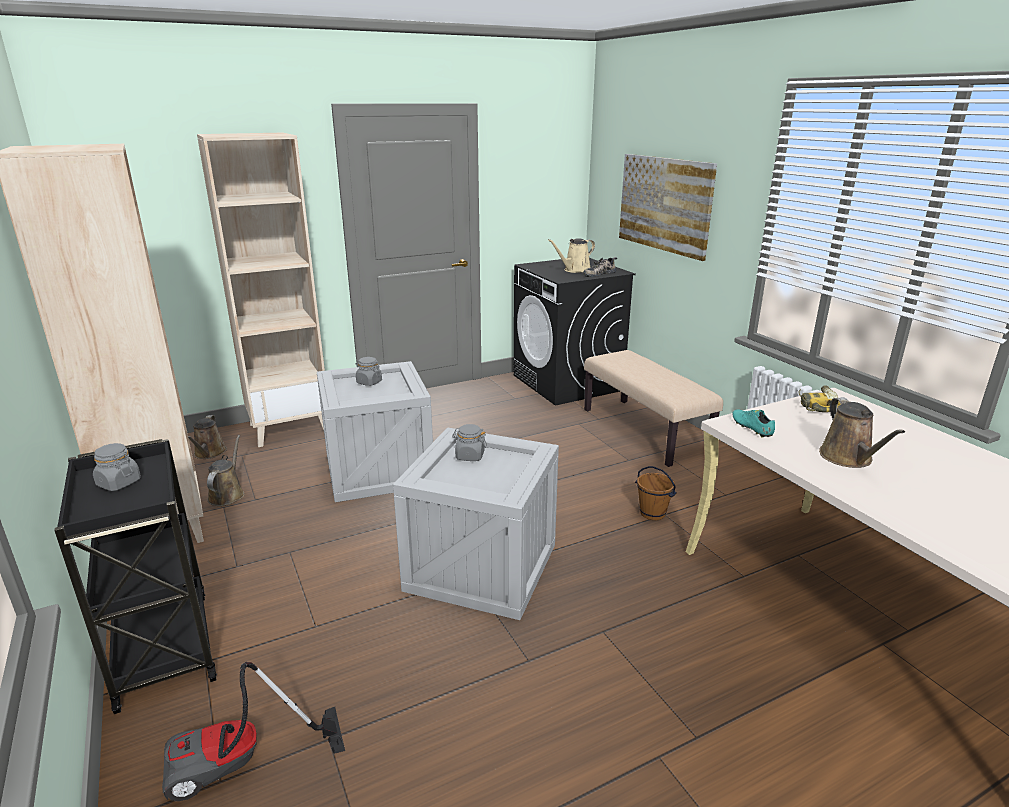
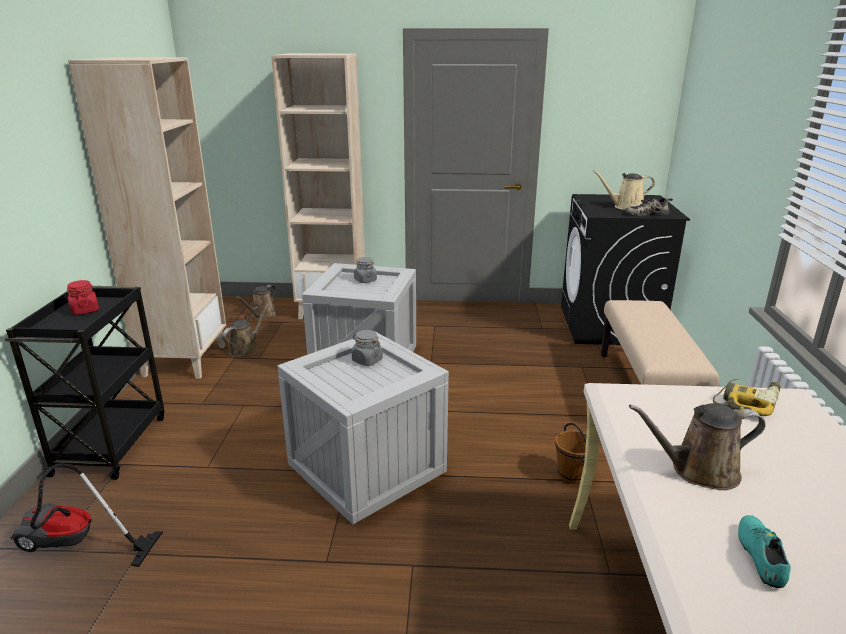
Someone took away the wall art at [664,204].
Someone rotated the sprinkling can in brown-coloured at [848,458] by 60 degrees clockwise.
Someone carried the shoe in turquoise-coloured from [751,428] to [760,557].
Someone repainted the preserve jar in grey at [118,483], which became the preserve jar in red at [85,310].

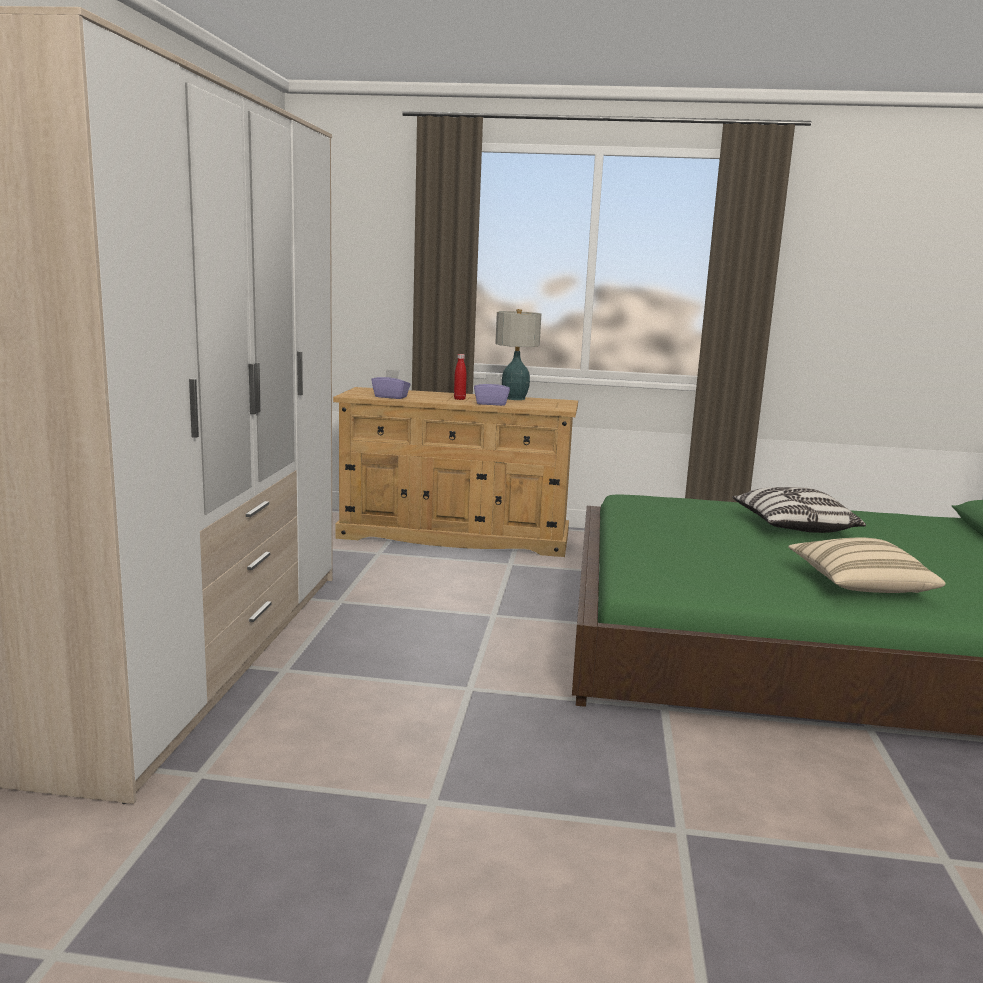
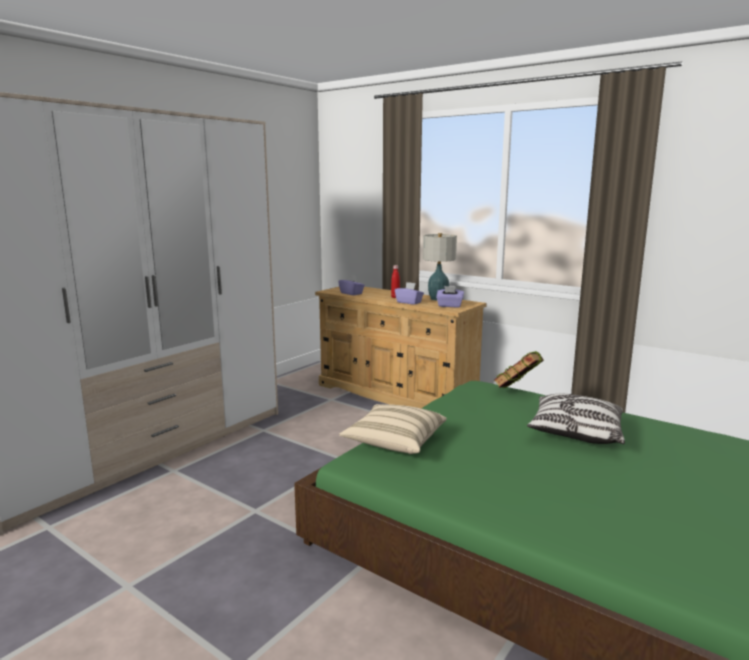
Someone carried the throw pillow in beige-coloured from [859,586] to [394,442].
Someone put down the tissue holder in purple at [449,306].
Someone put down the volume at [517,391].

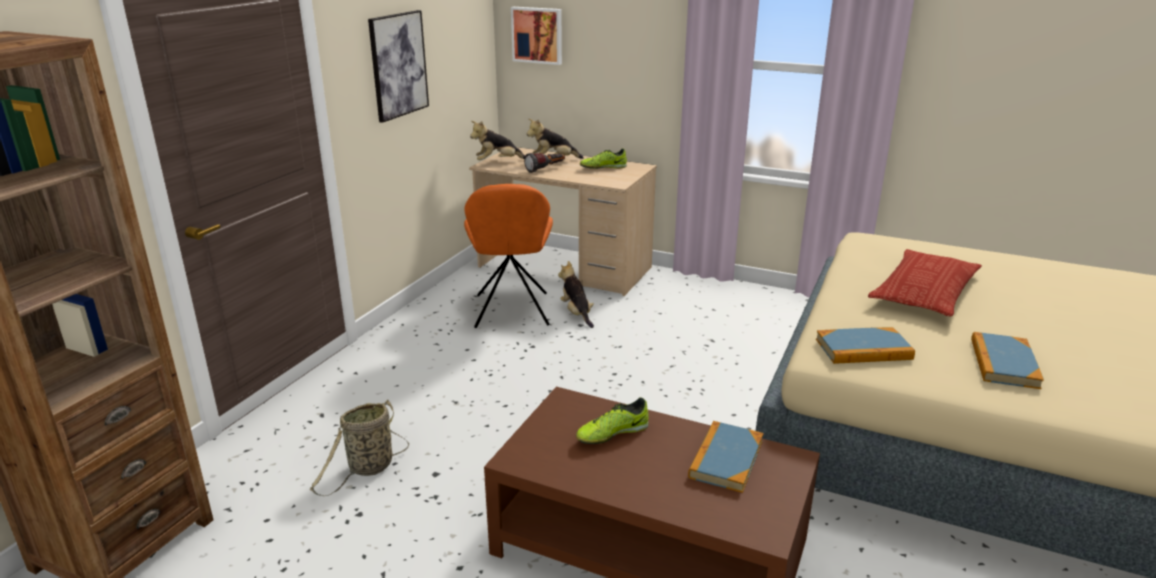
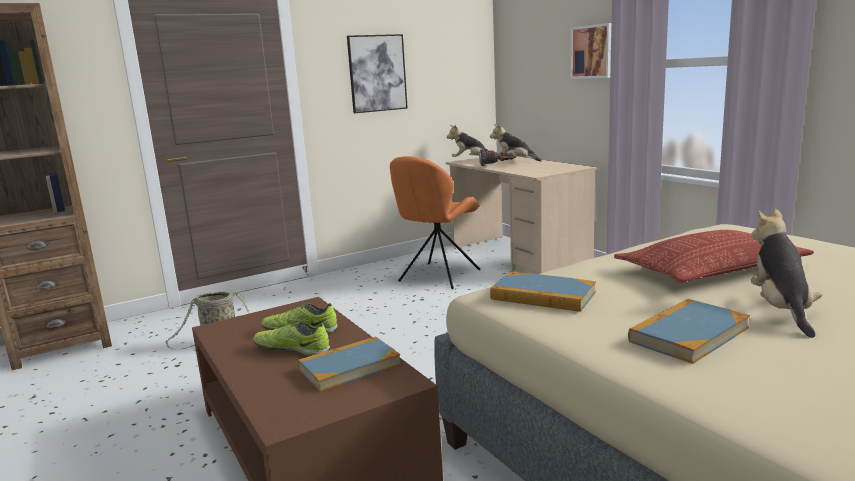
Someone carried the wall art from [537,35] to [593,52].
Someone carried the shoe from [603,168] to [292,349].
Someone carried the soft toy from [576,313] to [781,310].

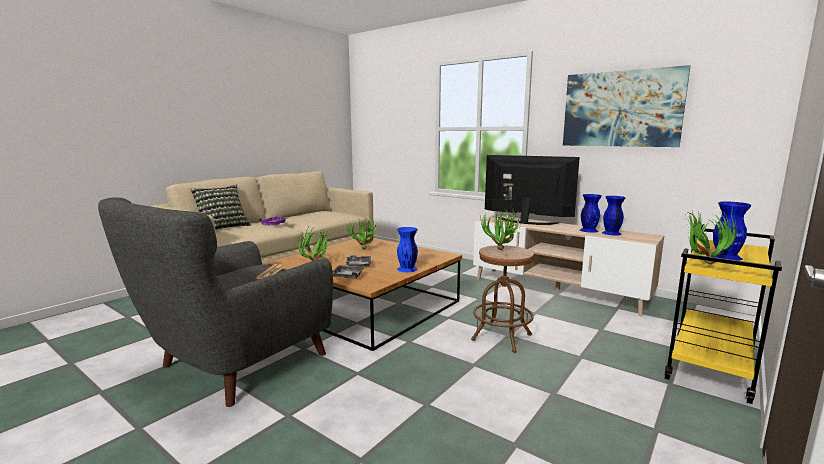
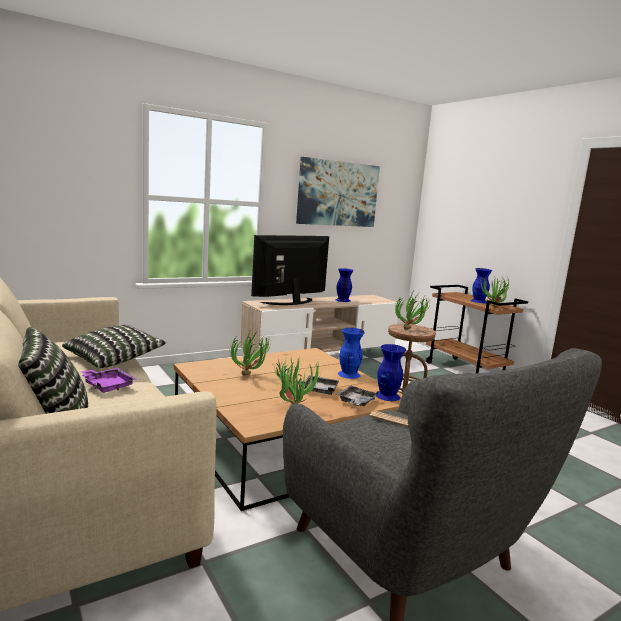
Someone carried the decorative vase in bluish from [611,233] to [387,396].
Someone repainted the trolley in yellowish at [711,368], which became the trolley in brown-coloured at [466,371].
Someone put down the throw pillow at [114,359].

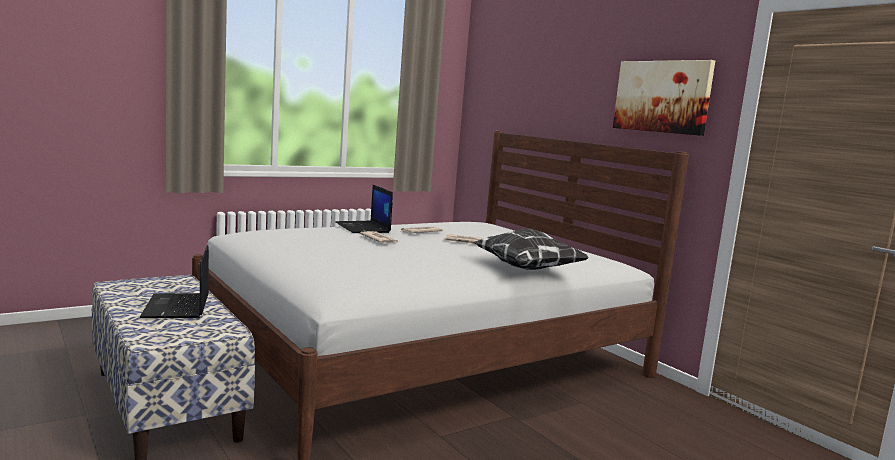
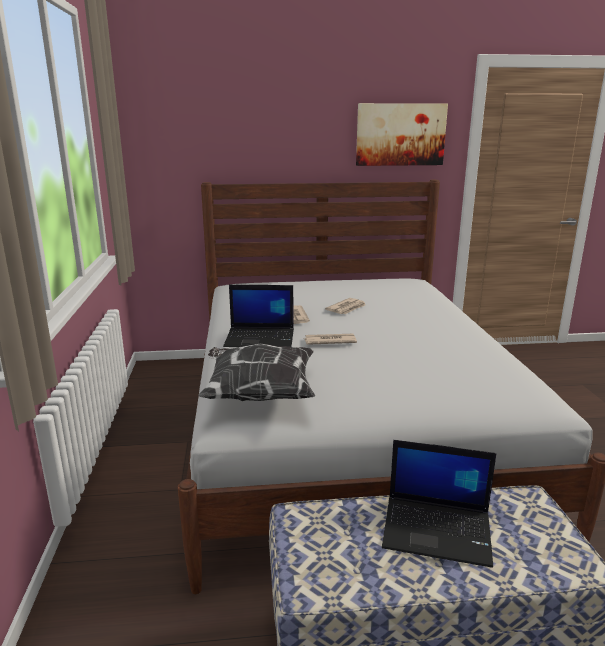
Someone carried the throw pillow from [527,269] to [258,394].

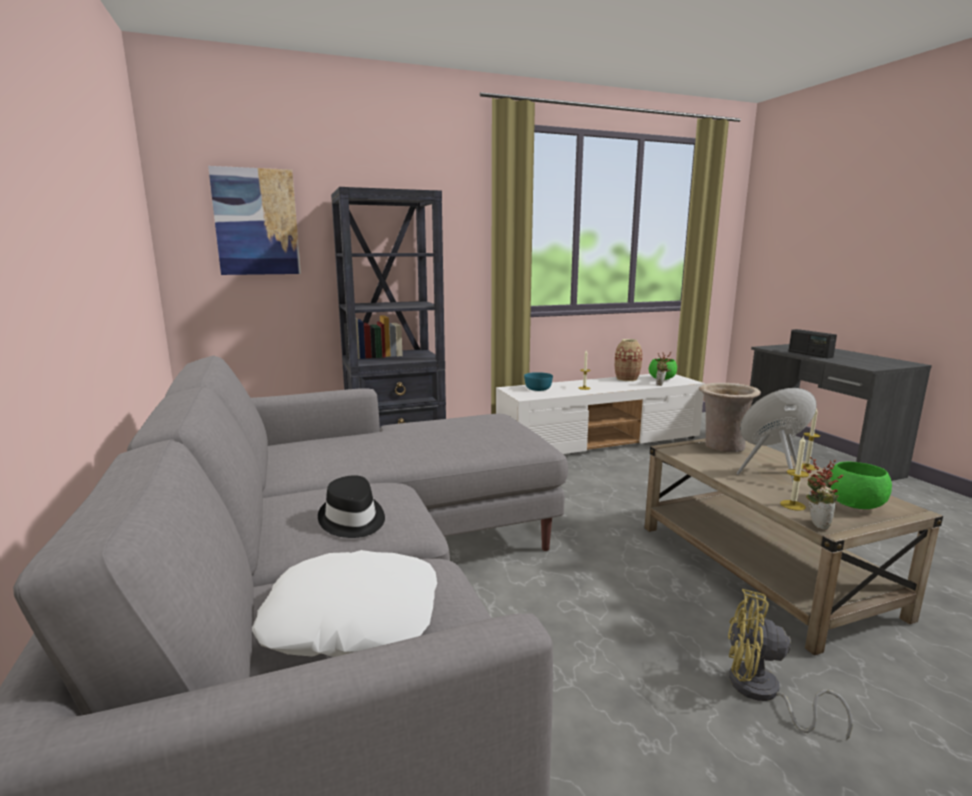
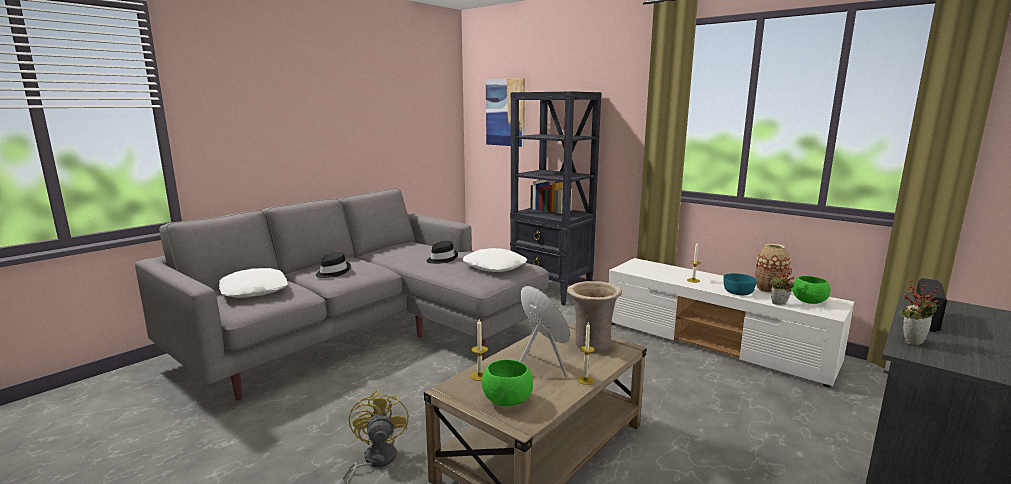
Someone carried the deep dish in turquoise-coloured from [538,389] to [738,292].
Someone carried the potted plant from [815,524] to [912,340].
Someone put down the wearable hat in blackish at [441,259].
Someone put down the throw pillow in white-coloured at [495,266].

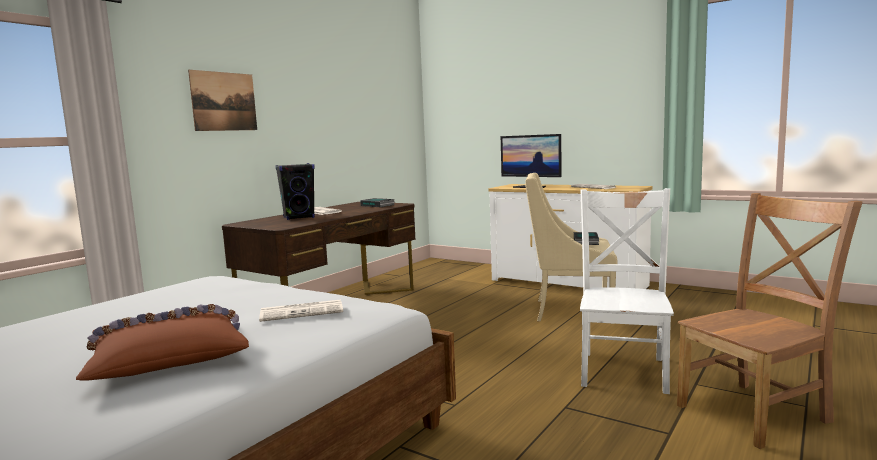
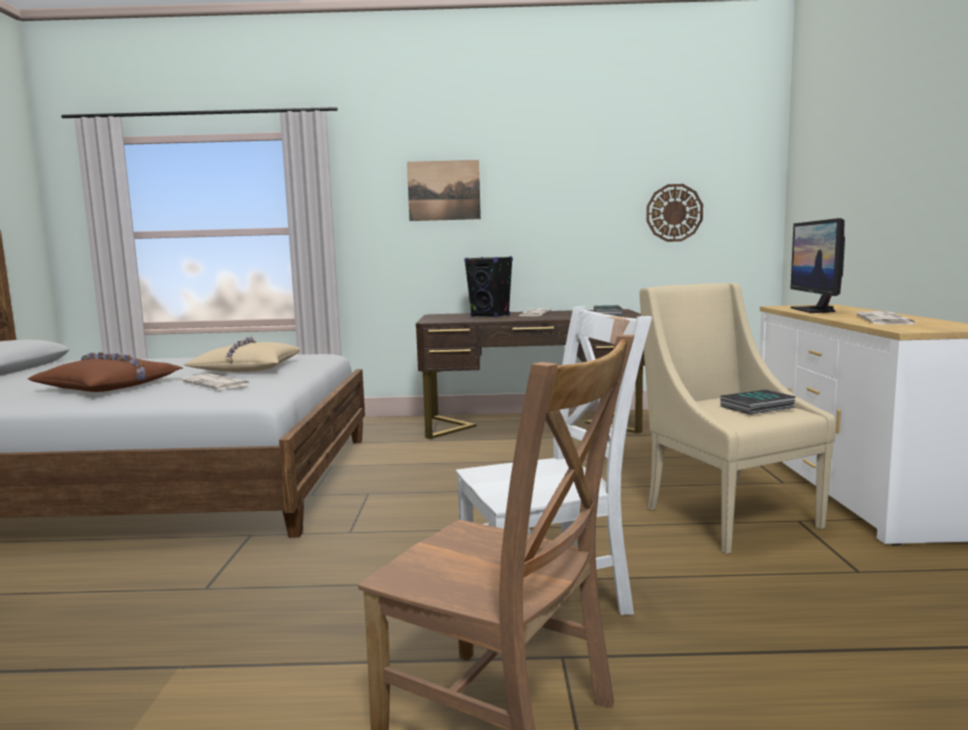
Someone put up the wall clock at [674,213].
Someone put down the throw pillow in beige-coloured at [247,368].

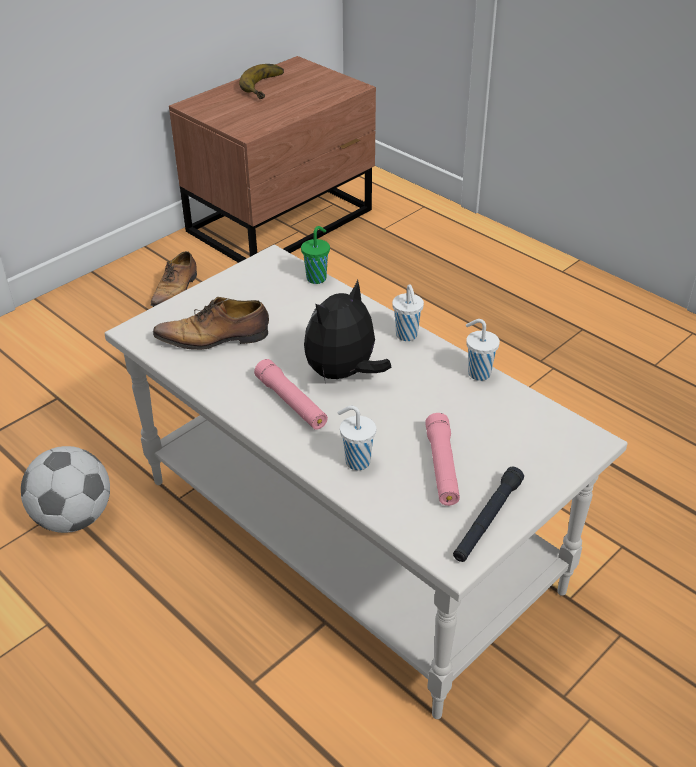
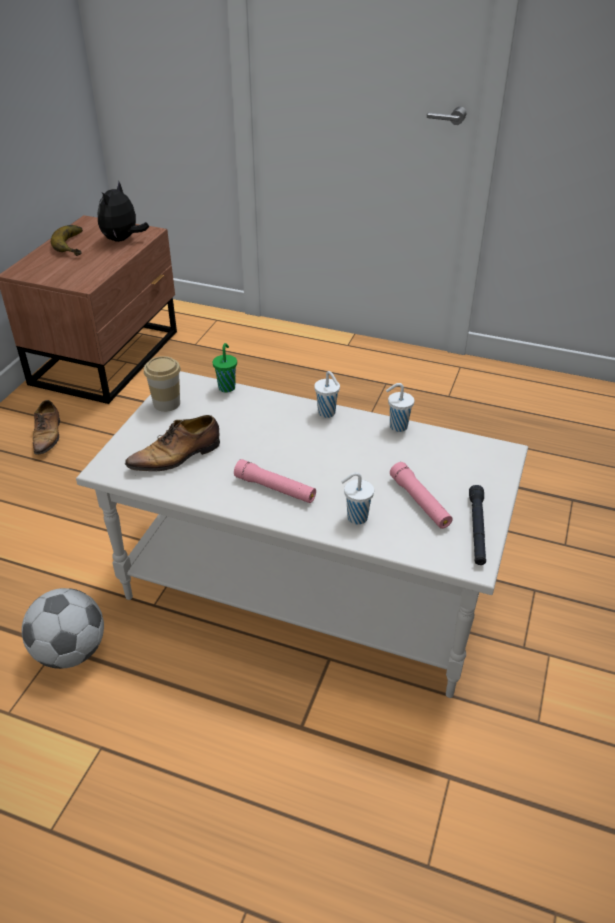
Someone carried the soft toy from [343,374] to [122,240].
Someone put down the cup at [166,403].

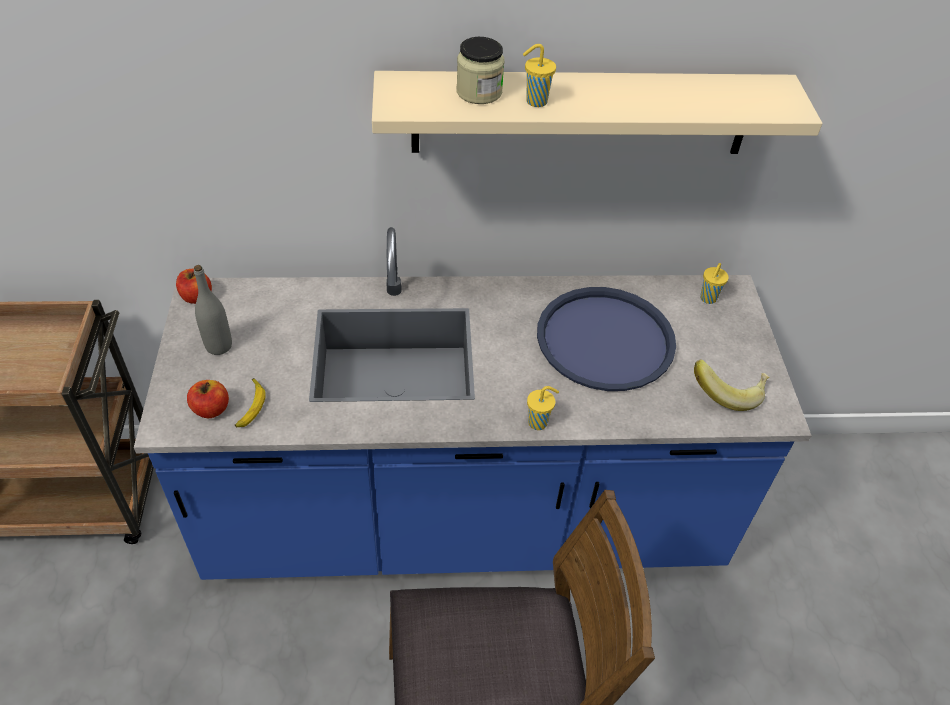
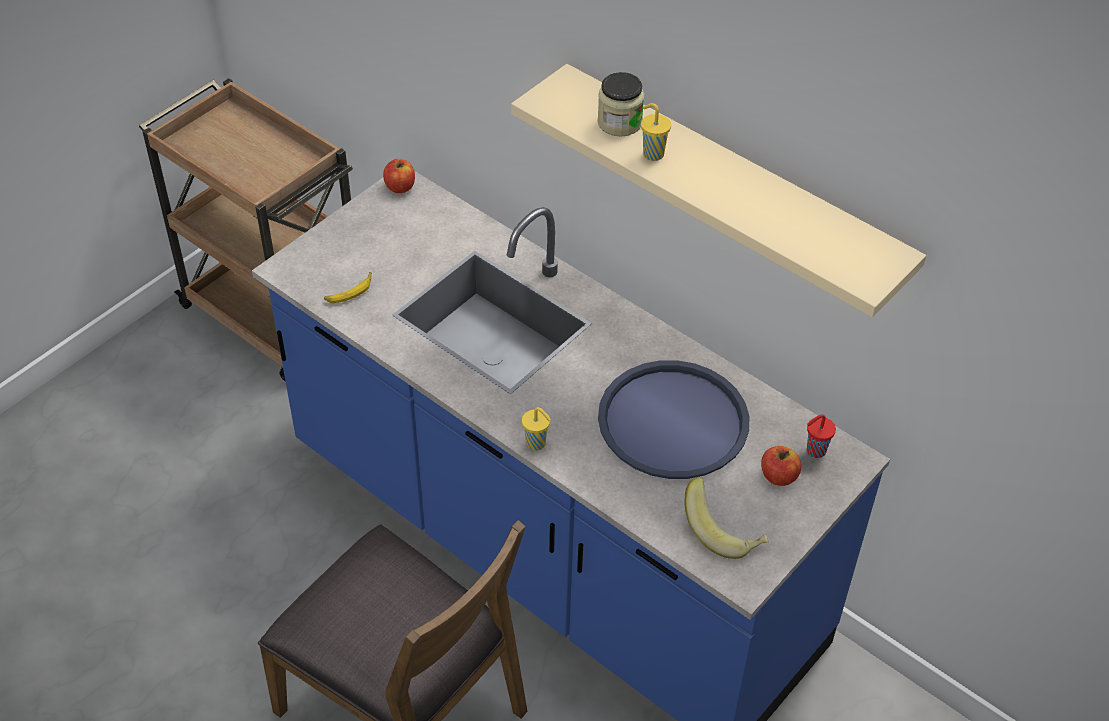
Someone repainted the cup in yellowish at [707,299], which became the cup in red at [814,451].
Someone took away the beverage bottle in grey at [219,346].
Someone carried the whole apple from [211,409] to [778,476].

